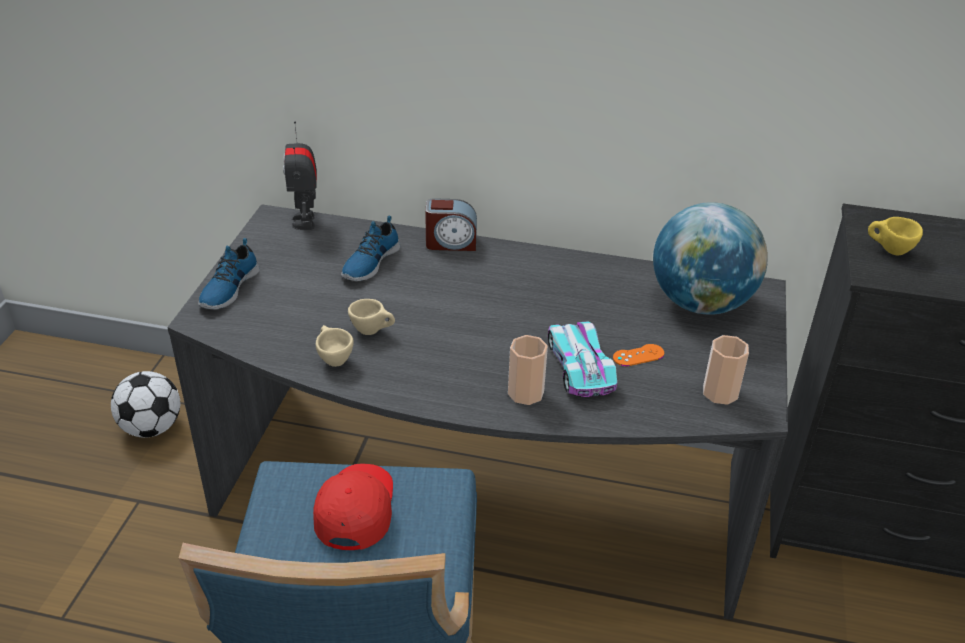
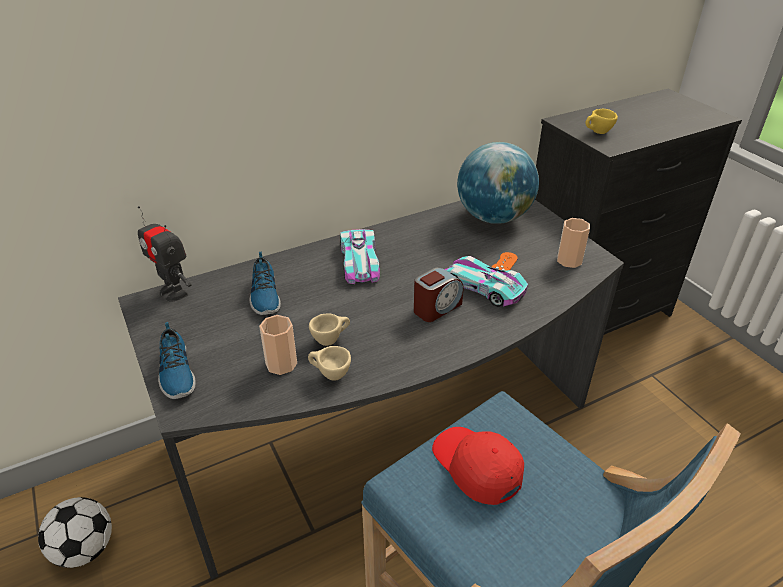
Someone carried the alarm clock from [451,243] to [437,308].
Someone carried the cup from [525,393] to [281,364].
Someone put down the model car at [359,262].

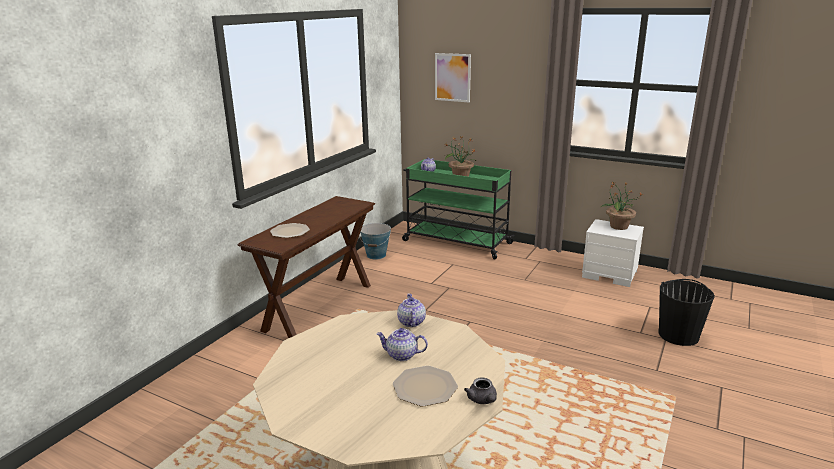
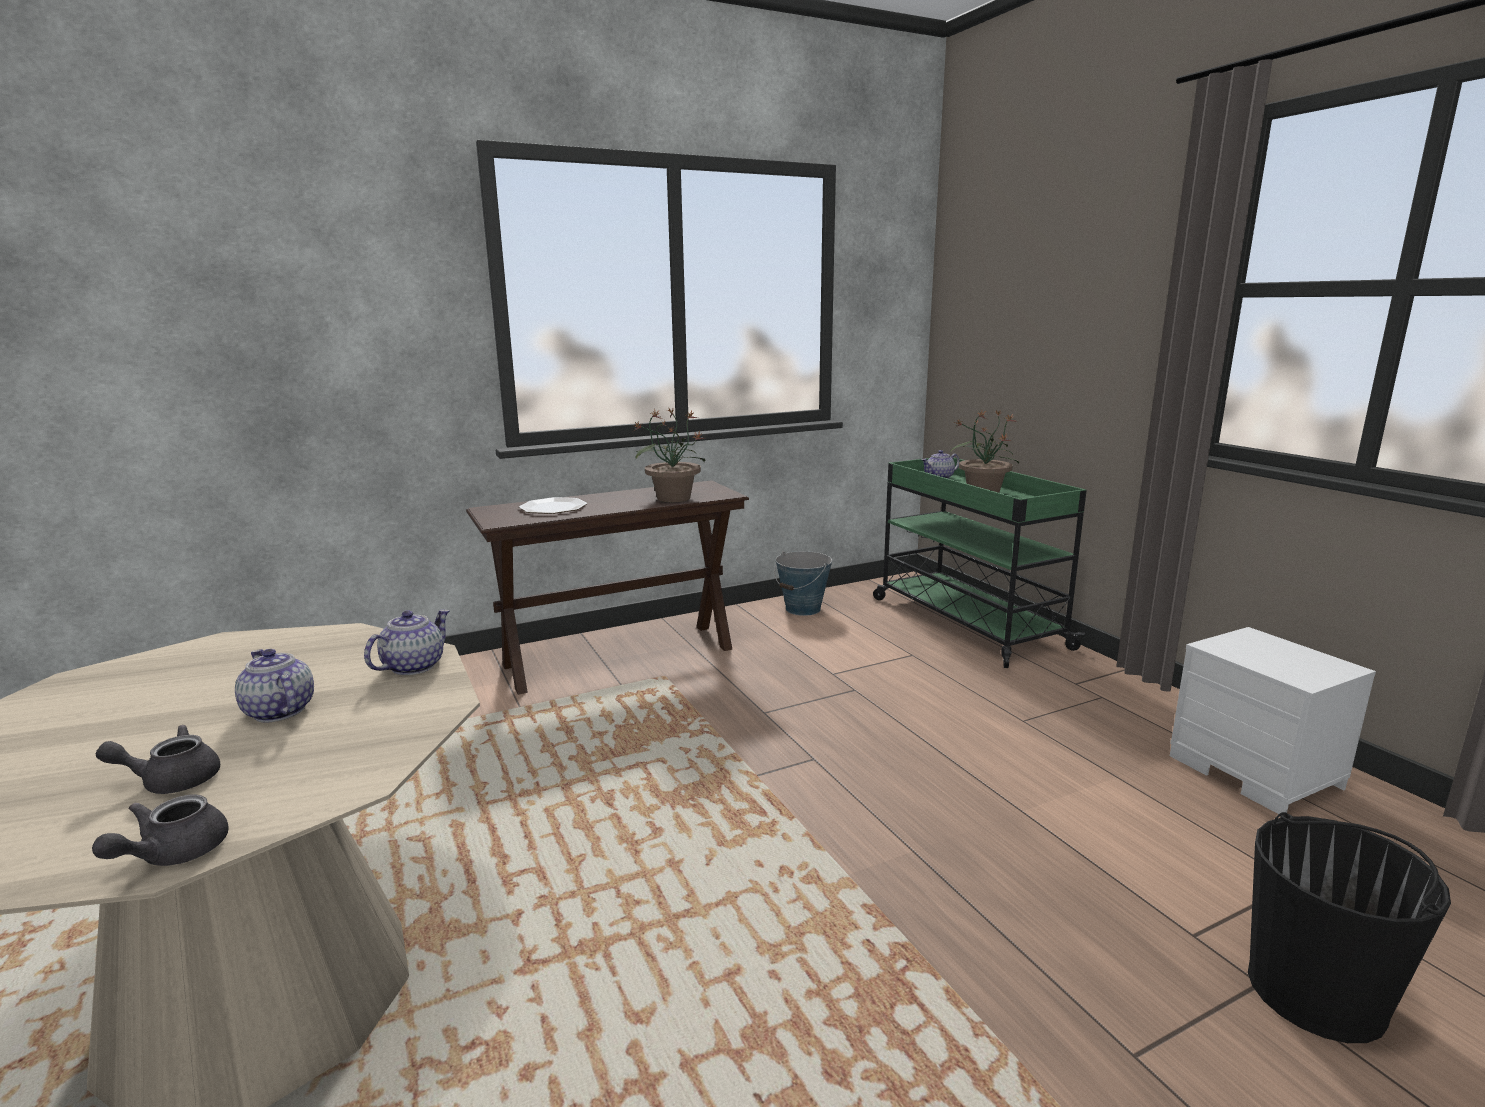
Someone took away the wall art at [452,77].
Someone carried the potted plant from [618,226] to [672,498].
Someone swapped the flat dish at [425,387] for the teapot in grey at [172,780].

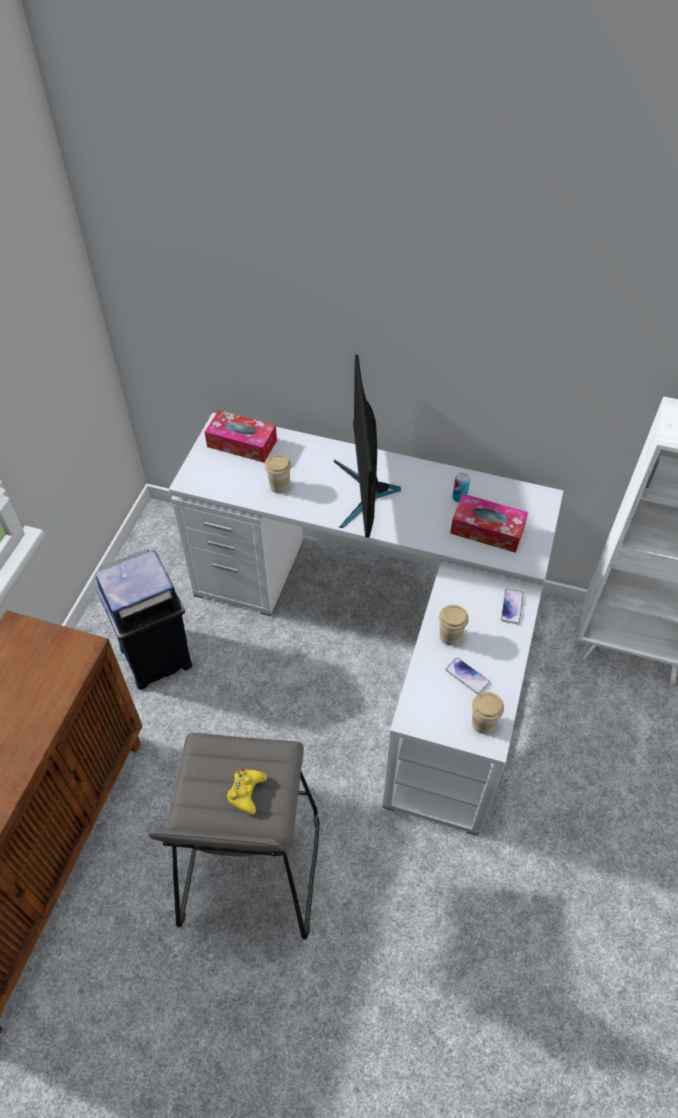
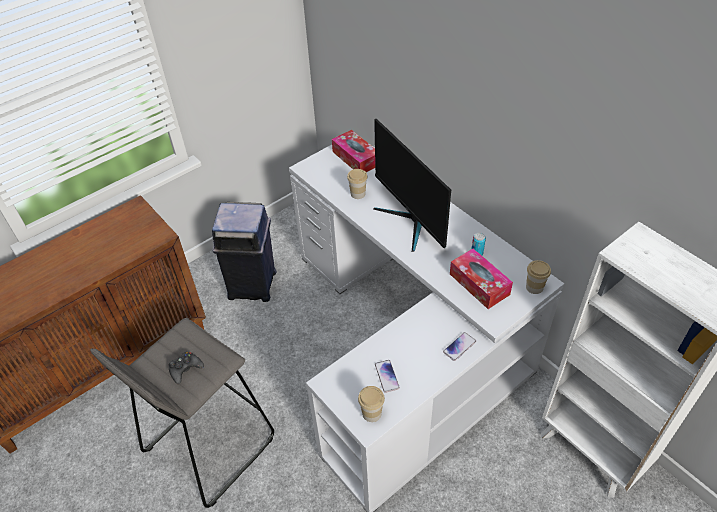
Someone rotated the computer display at [364,492] by 60 degrees counterclockwise.
Someone carried the cup from [450,636] to [534,287].
Someone repainted the game controller in yellowish at [246,792], which became the game controller in blackish at [185,369].

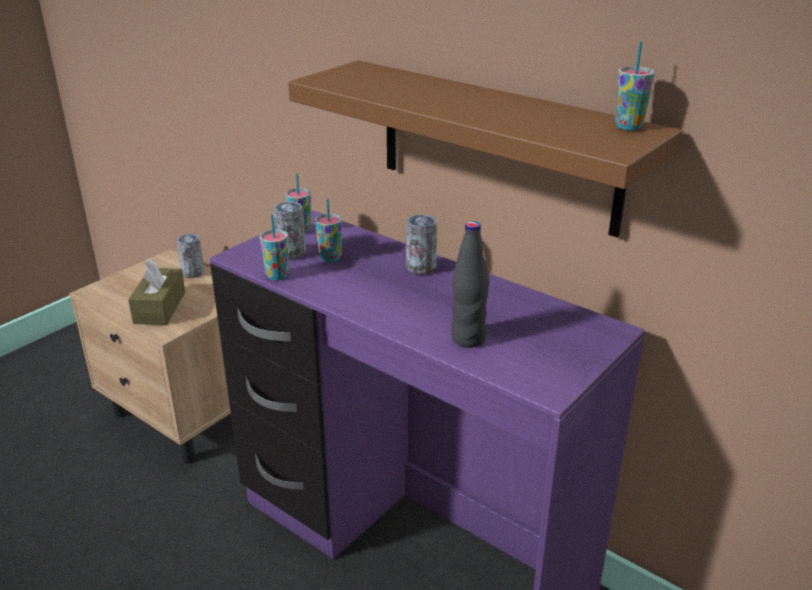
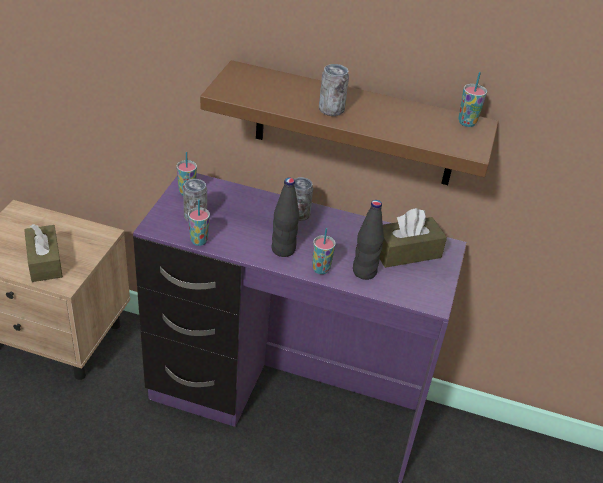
Someone carried the cup from [330,258] to [321,269].
Someone carried the metal can from [193,273] to [331,110].
Someone put down the beverage bottle in blackish at [283,250].
Someone put down the tissue holder in brown-coloured at [406,252].

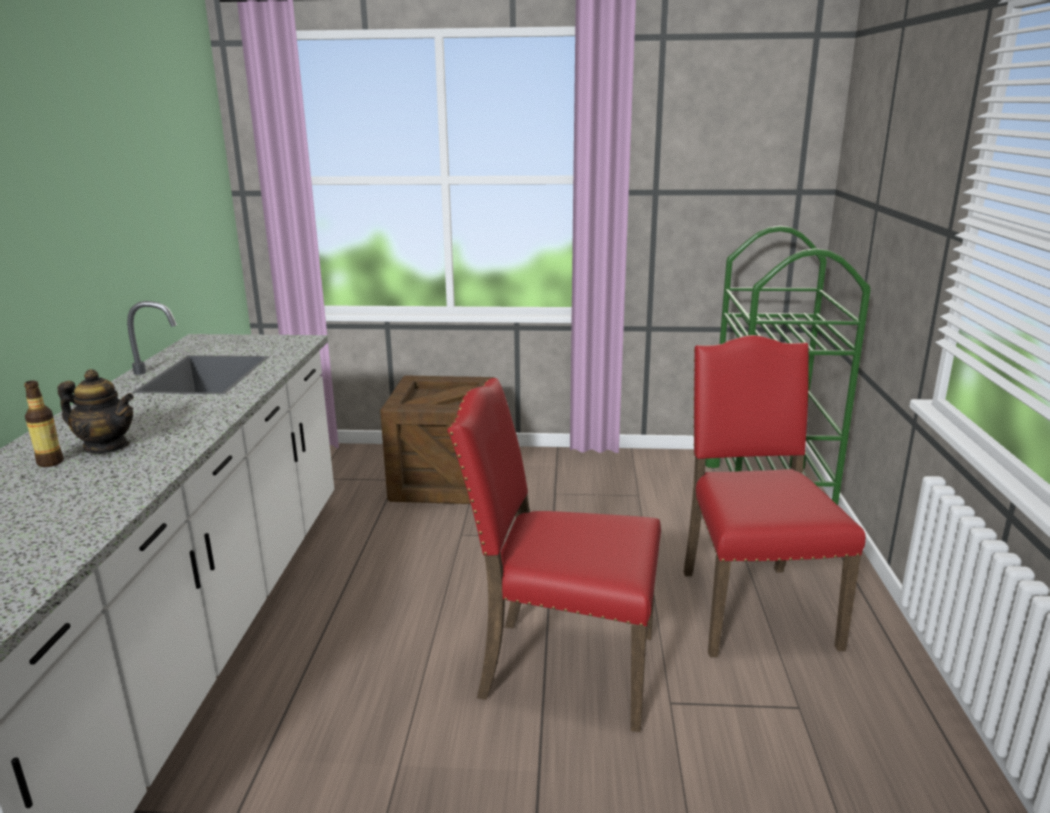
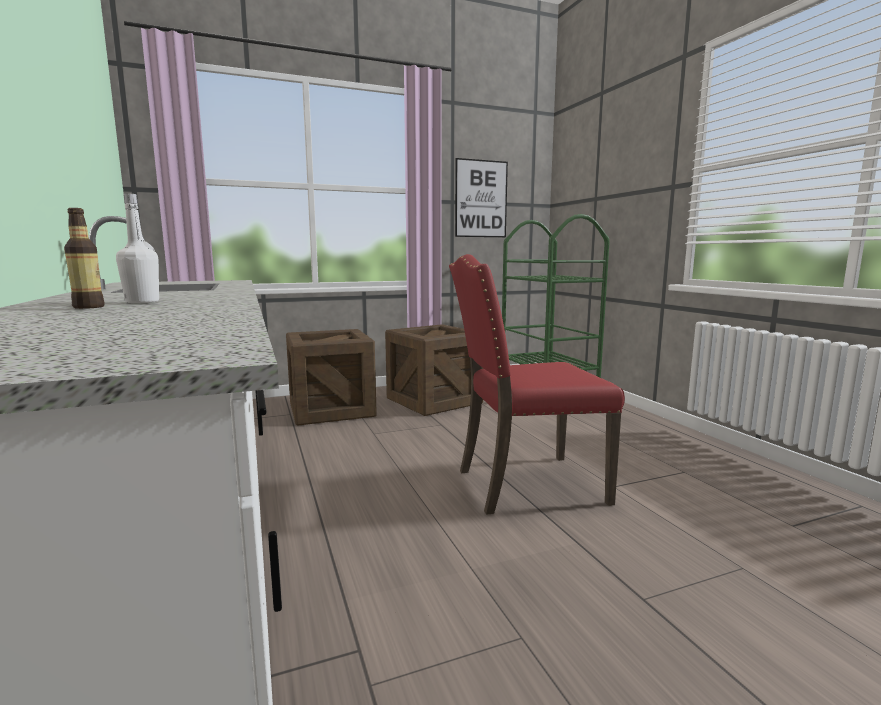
Someone took away the plain chair in red at [751,606].
Someone swapped the teapot at [106,446] for the beverage bottle in white-coloured at [142,302].
Someone put up the wall art at [481,199].
Someone put down the packing crate at [434,401].

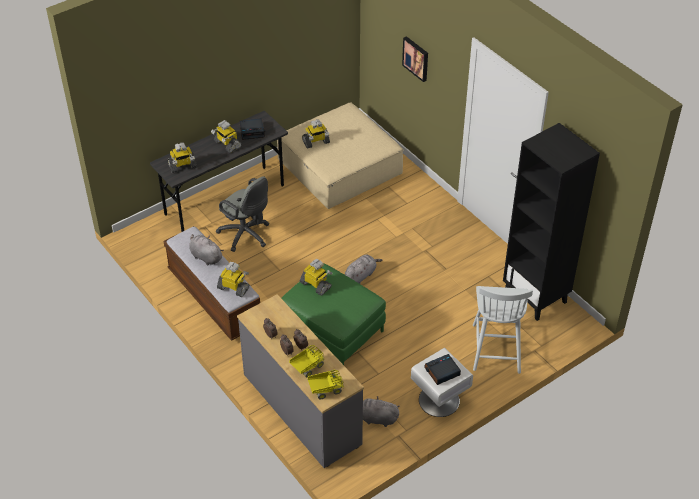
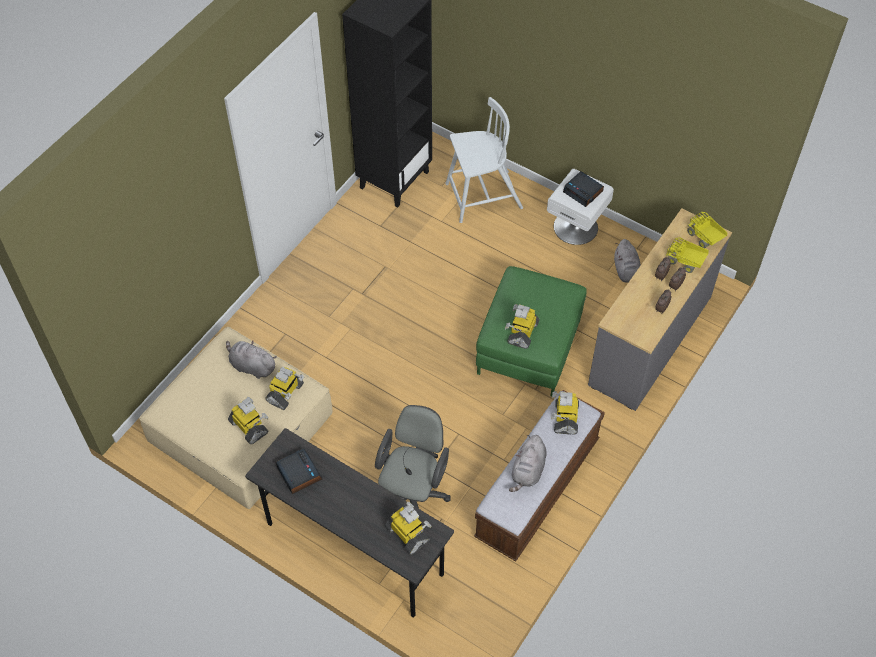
Someone took away the wall art at [416,58].
Someone carried the toy robot from [227,144] to [285,393].
Someone carried the soft toy in grey from [361,275] to [251,366].

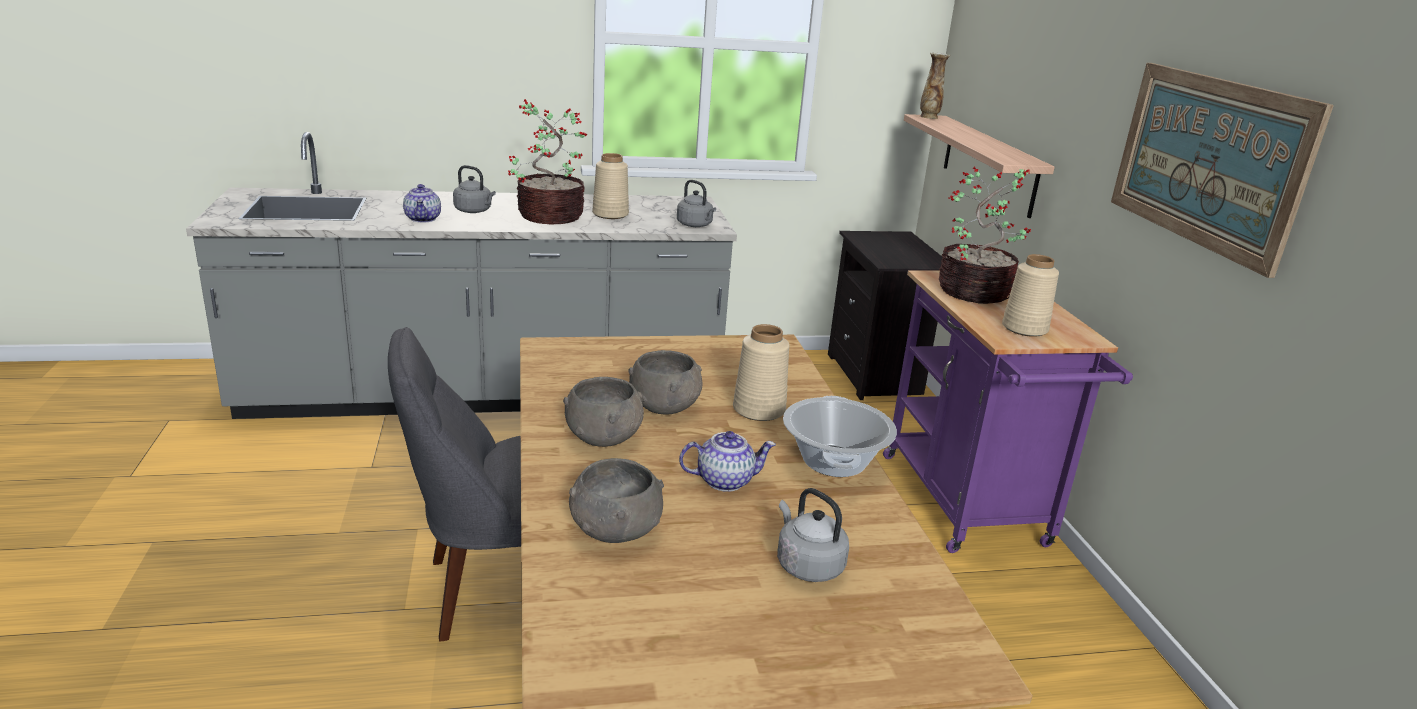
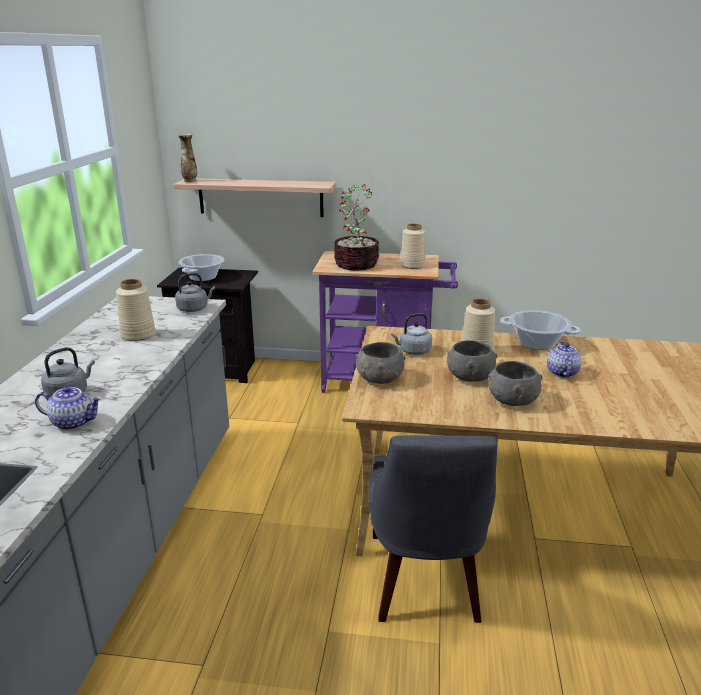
Someone took away the wall art at [1207,161].
Someone took away the potted plant at [548,216].
Someone carried the deep dish in grey from [615,529] to [379,379].
Someone carried the kettle in grey from [807,565] to [413,351].
Someone put down the stockpot at [203,277].

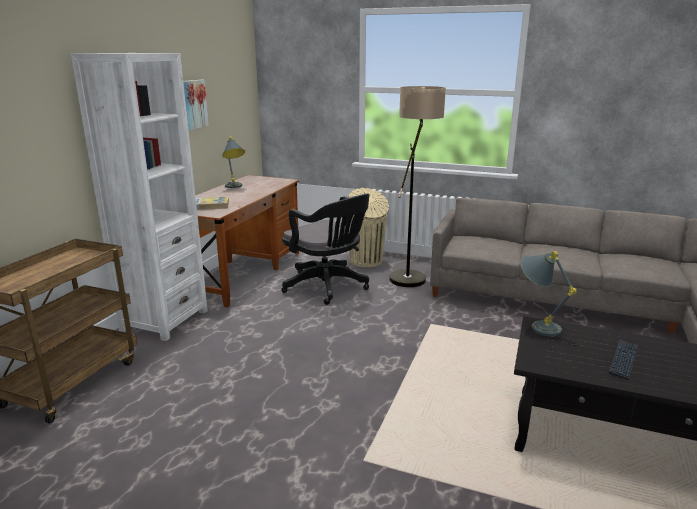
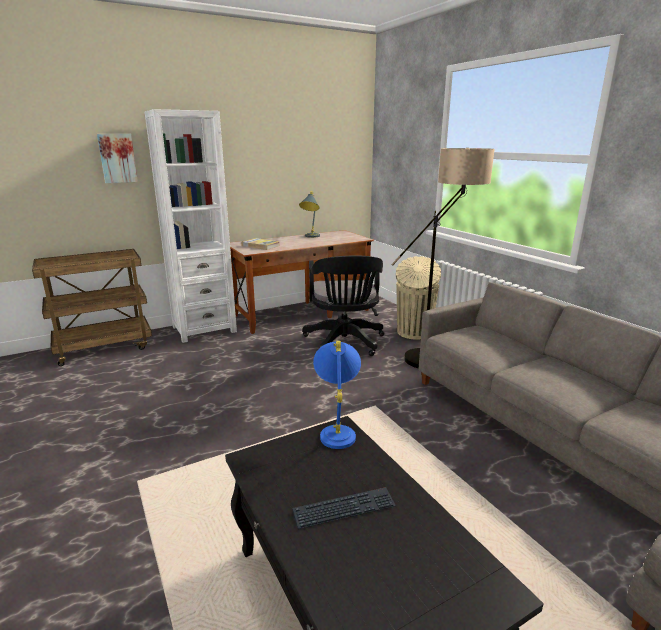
Someone carried the wall art from [194,104] to [117,158].
Someone repainted the table lamp in grey at [536,325], which became the table lamp in bluish at [337,430].

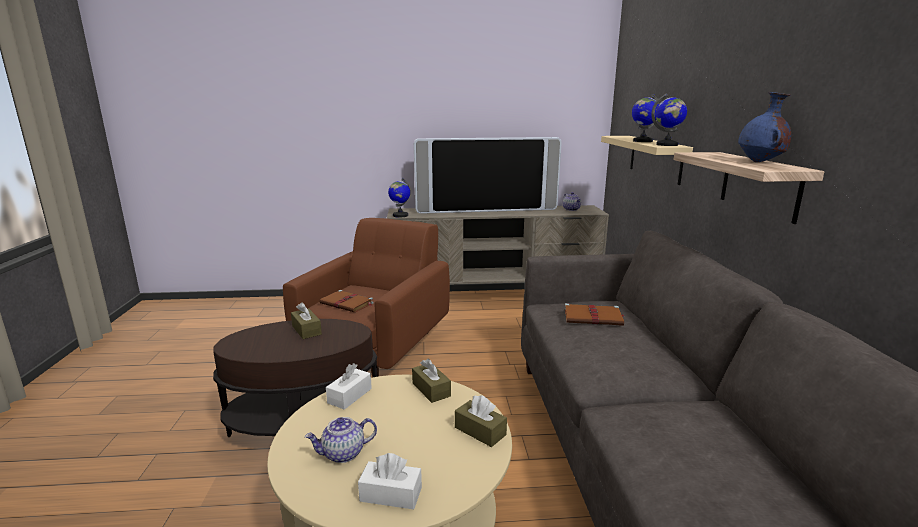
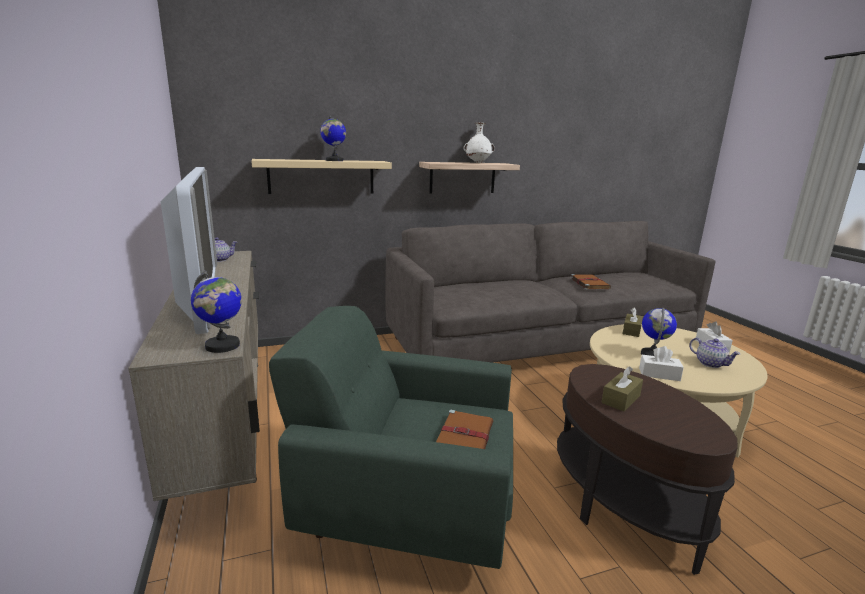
Someone repainted the decorative vase in bluish at [760,162], which became the decorative vase in white-coloured at [478,162].
Someone carried the world globe from [667,145] to [652,355].
Someone repainted the armchair in brown-coloured at [376,345], which became the armchair in green-coloured at [406,503].
Someone carried the volume in brown-coloured from [594,317] to [589,283].
Someone took away the tissue holder in brown-coloured at [431,389].

